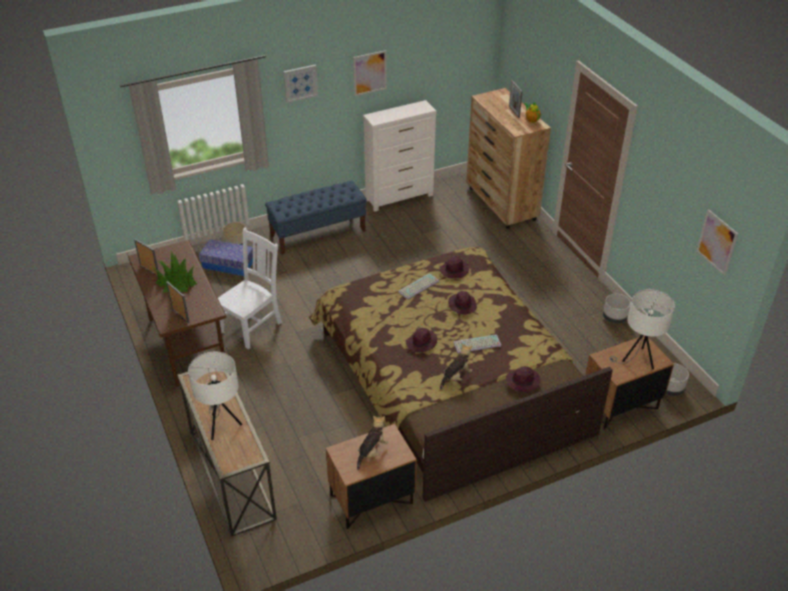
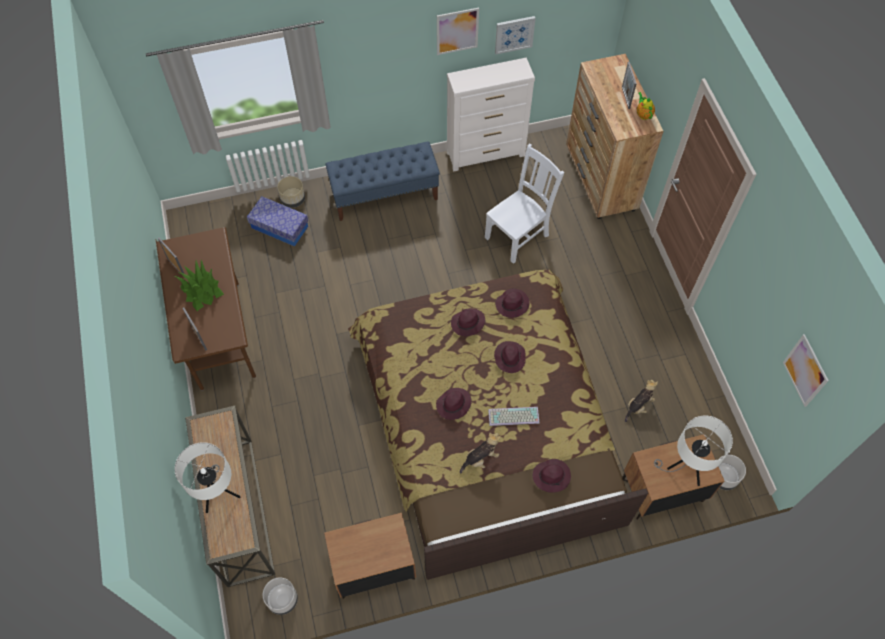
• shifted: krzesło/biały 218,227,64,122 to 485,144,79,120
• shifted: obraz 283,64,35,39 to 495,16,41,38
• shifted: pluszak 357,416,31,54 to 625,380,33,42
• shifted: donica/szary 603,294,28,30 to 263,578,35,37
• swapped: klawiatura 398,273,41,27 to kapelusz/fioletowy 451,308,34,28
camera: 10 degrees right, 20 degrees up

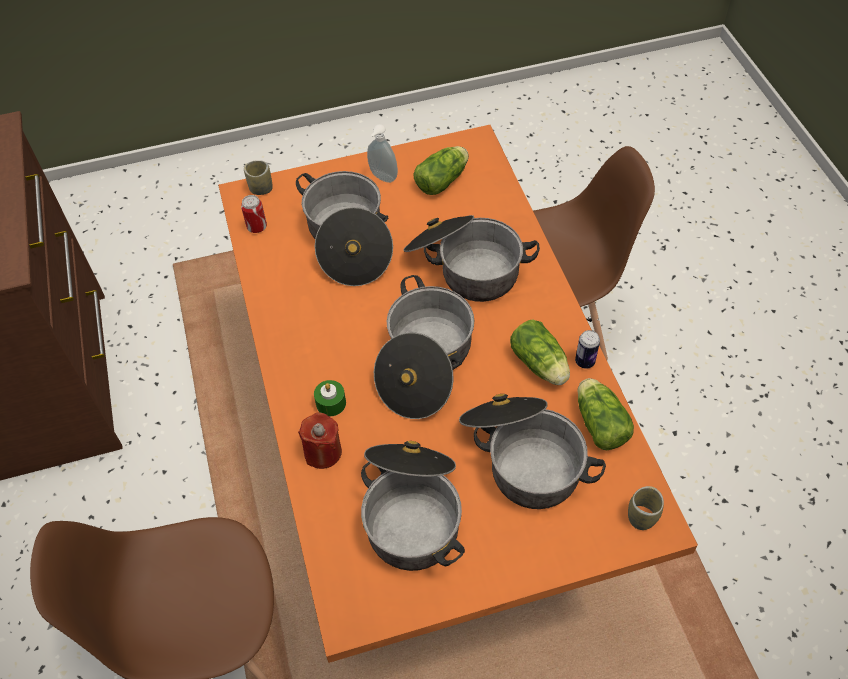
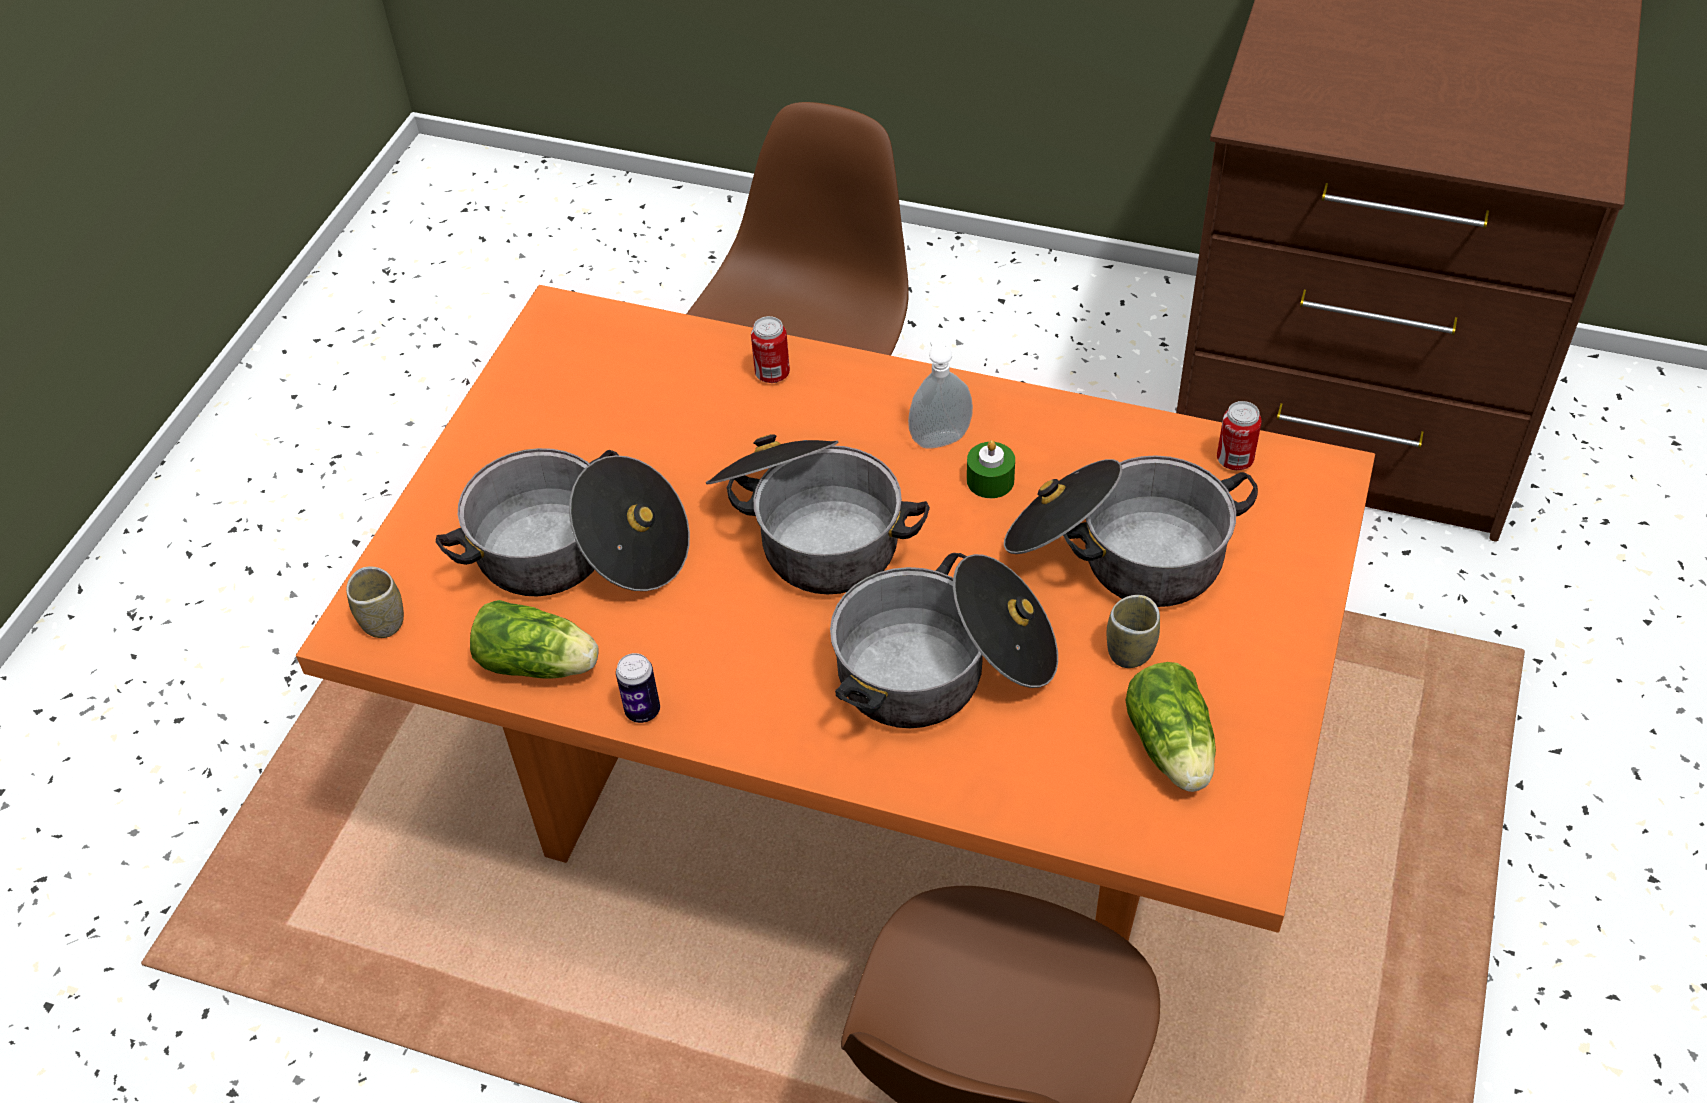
• gone: garnek 361,441,104,130
• gone: sałata 510,320,60,65
• shifted: filiżanka 244,160,29,35 to 1107,595,53,73
• shifted: świeca/zielony 314,380,32,36 to 967,440,48,58
• shifted: dozownik mydła 367,124,31,59 to 908,338,65,111
• swapped: świeca/czerwony 298,412,44,57 to puszka 751,316,39,67
camera: 125 degrees right, 5 degrees down

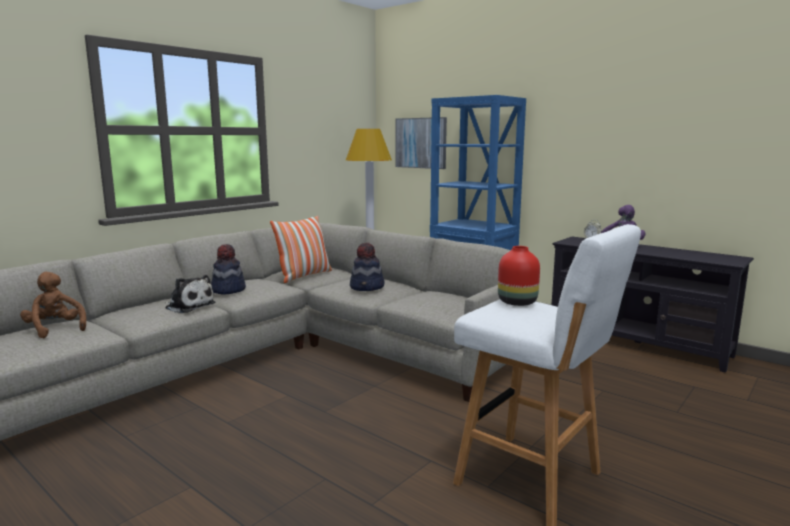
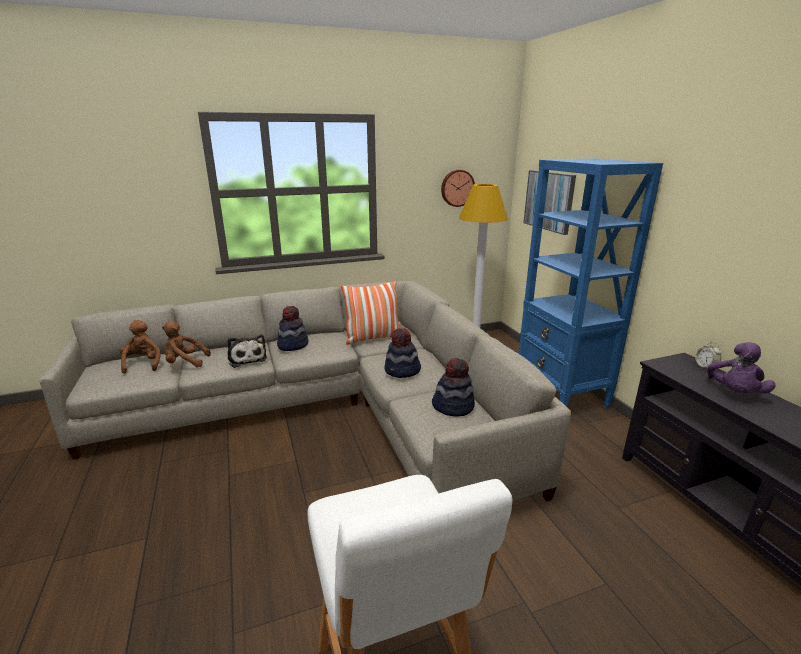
• gone: wazon/czerwony 498,246,42,60
• new: pluszak/brązowy 162,322,49,45
• new: kapelusz 432,358,43,58
• new: zegar ścienny 441,170,34,37
camera: 30 degrees right, 10 degrees up

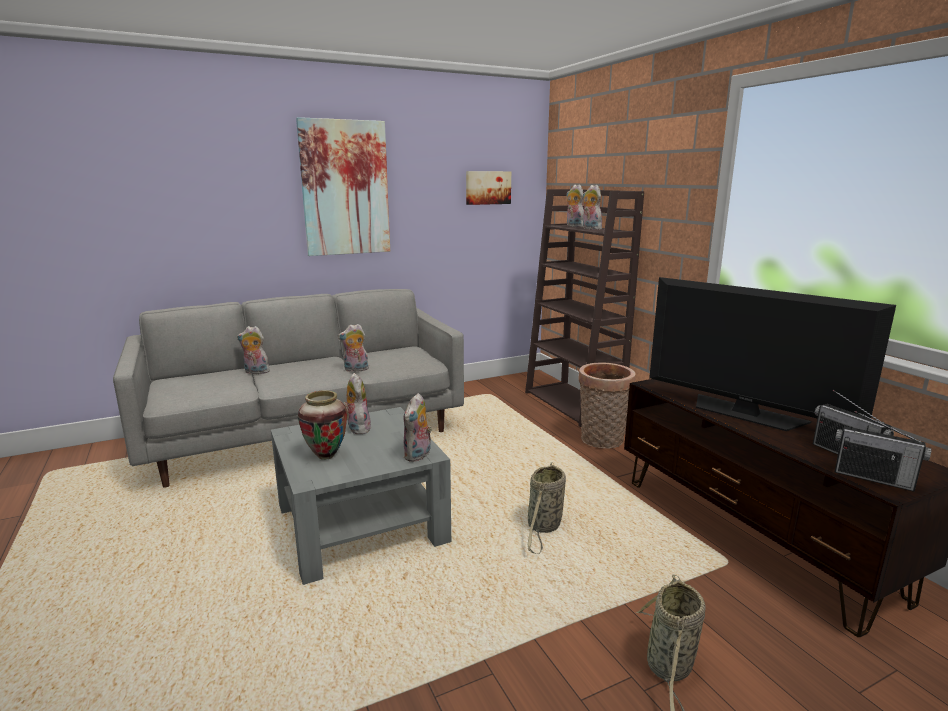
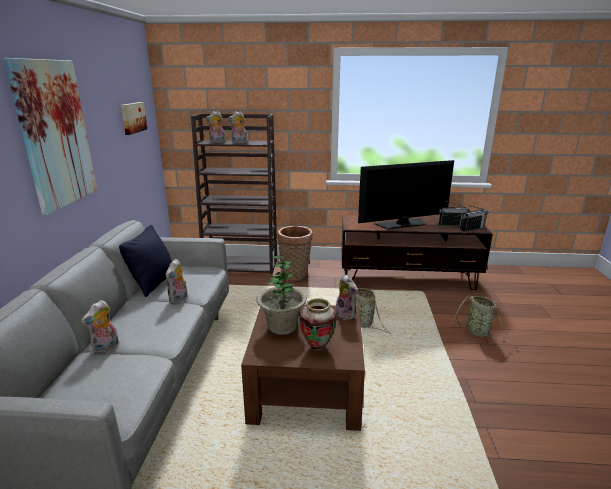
• new: poduszka/czarny 119,225,53,72
• swapped: pluszak 344,373,27,61 to roślina doniczkowa 257,256,50,79
• repainted: ława/szary 271,407,180,178 to ława/brązowy 241,304,124,127
camera: 60 degrees left, 5 degrees up

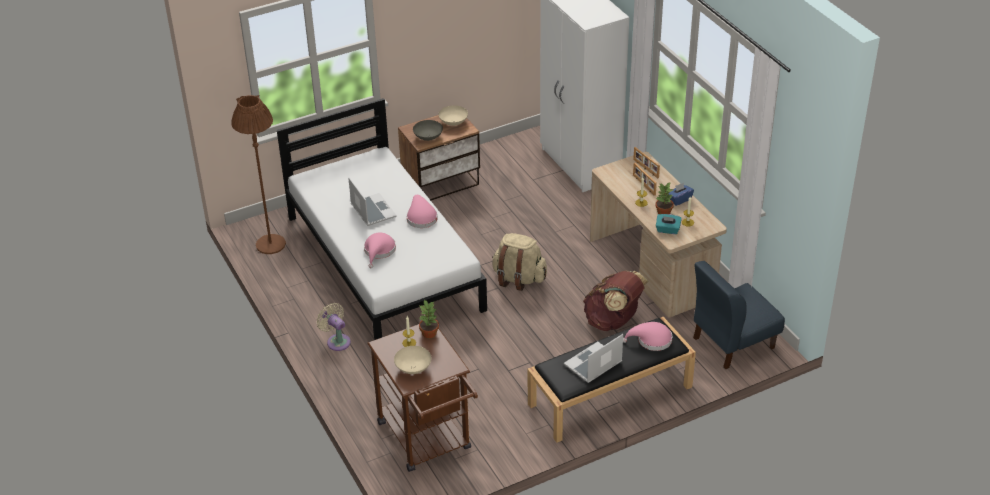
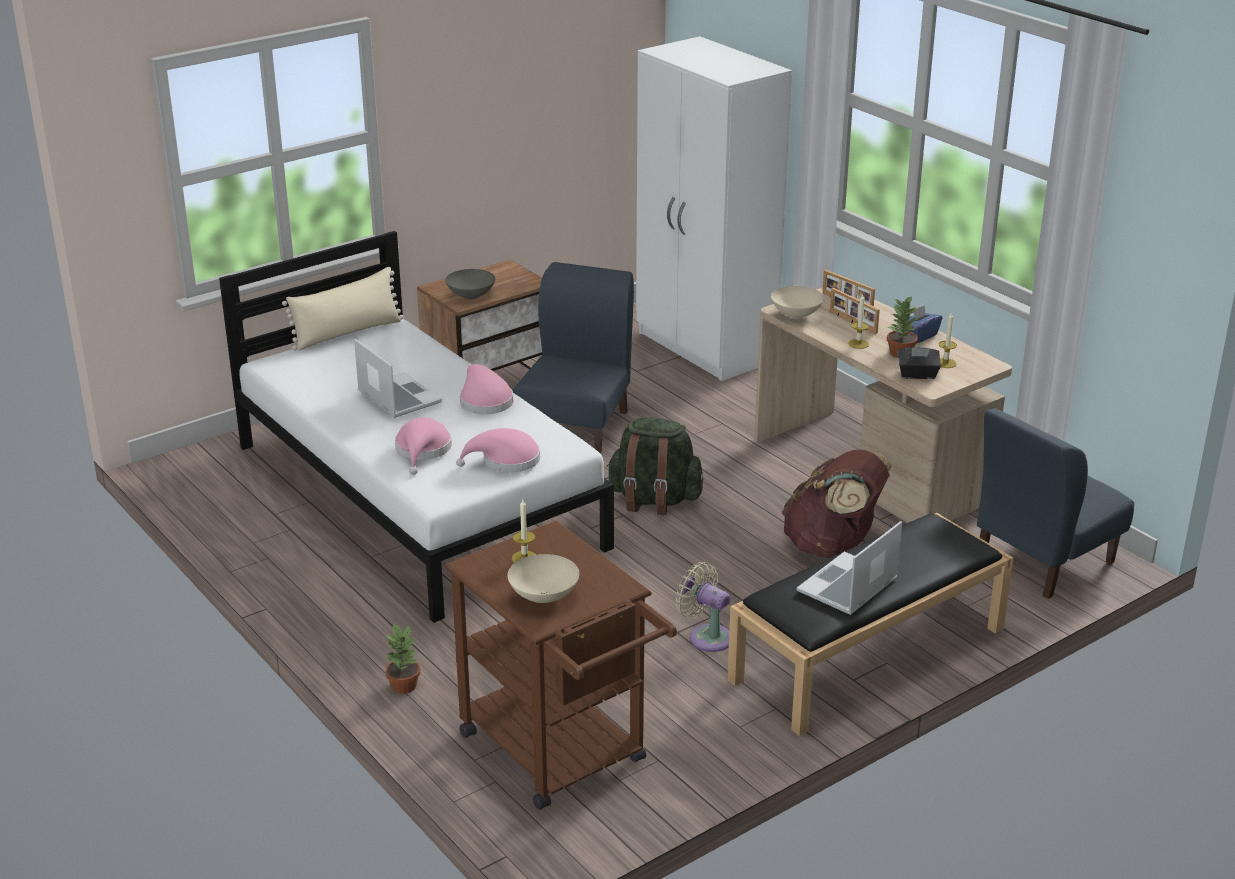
• gone: lampa stojąca/brązowy 231,95,55,159
• new: poduszka/beżowy 282,267,122,84
• new: krzesło/niebieski 513,262,121,191
• shifted: wentylator/beżowy 316,303,35,48 to 676,562,54,90
• shifted: roślina doniczkowa 419,300,20,38 to 384,623,37,71
• shifted: miska/beżowy 438,105,30,21 to 771,286,53,33
• shifted: kapelusz/różowy 623,322,49,29 to 456,428,84,44
• repainted: plecak/beżowy 492,233,55,58 to plecak/zielony 606,418,97,97
• repainted: pudełko chusteczek/turkusowy 656,214,26,20 to pudełko chusteczek/czarny 898,347,43,32
camera: 10 degrees left, 10 degrees down

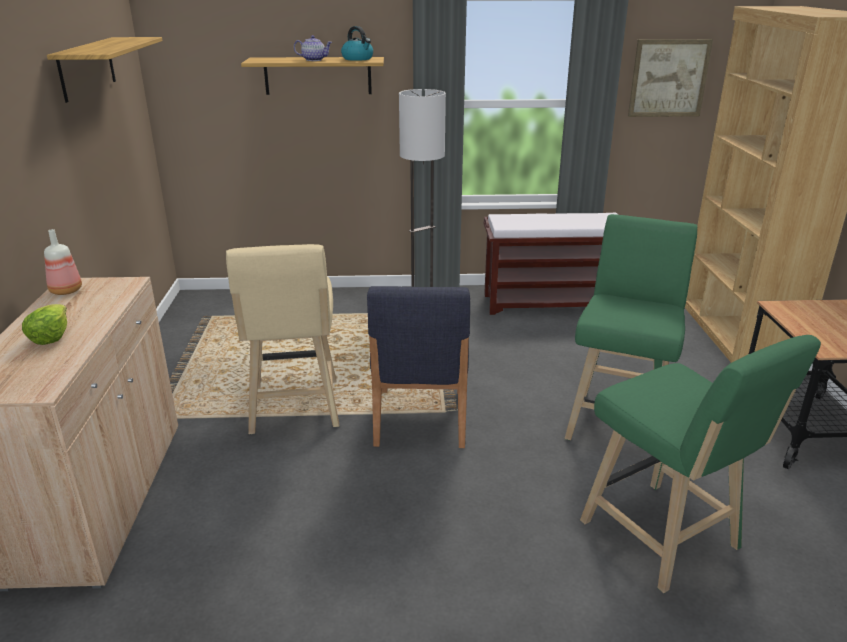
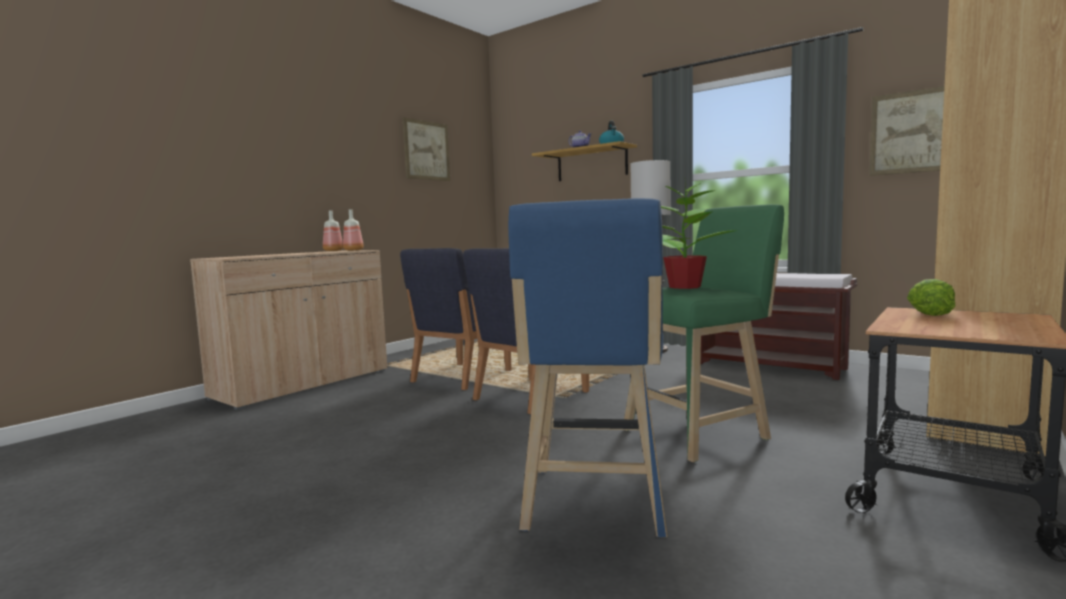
• new: butelka 343,209,21,42
• new: roślina doniczkowa 661,177,76,112
• shifted: sałata 22,304,45,41 to 907,279,49,37
• swapped: półka 47,37,115,66 to obraz 403,117,47,64
• swapped: stołek/beżowy 226,244,113,190 to krzesło/niebieski 400,248,112,142
• repainted: stołek/zielony 580,335,241,258 to stołek/niebieski 508,198,159,340
camera: 40 degrees right, 20 degrees down

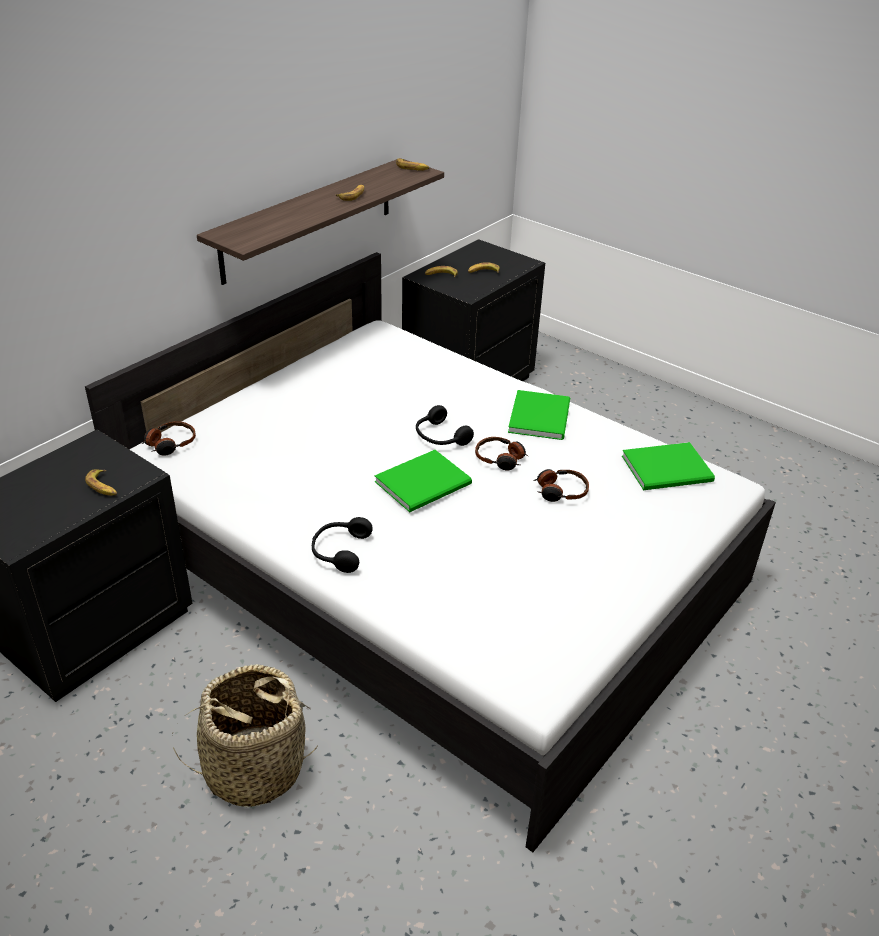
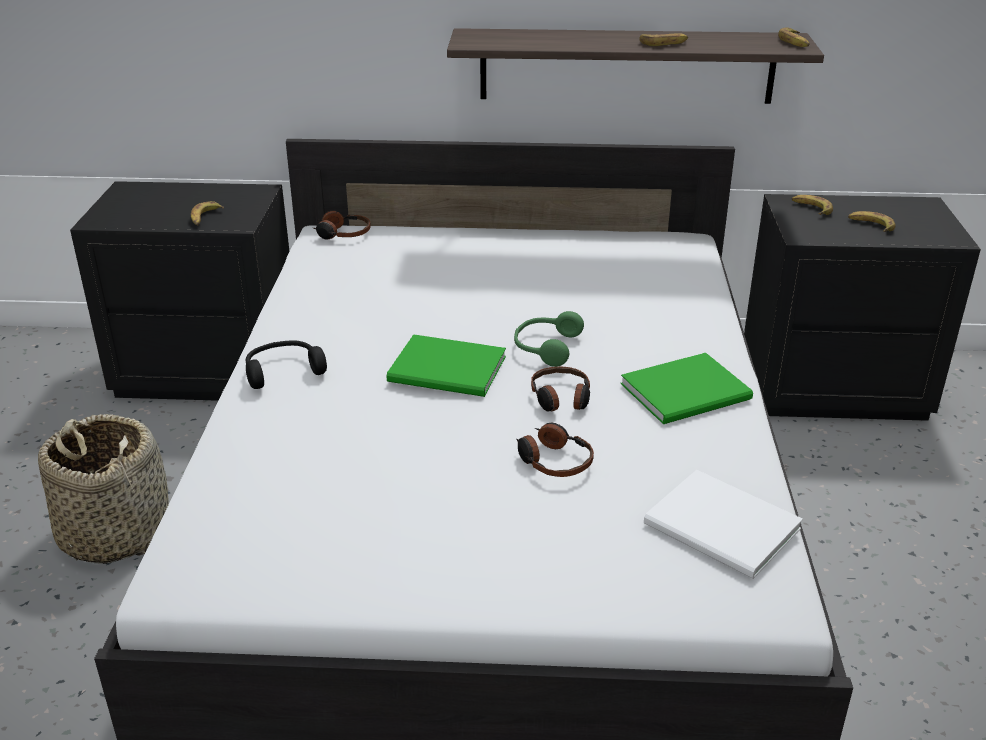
• repainted: słuchawki/czarny 416,405,58,41 to słuchawki/zielony 514,311,70,56
• repainted: książka/zielony 622,442,93,48 to książka/biały 644,470,159,109
camera: 55 degrees right, 5 degrees down

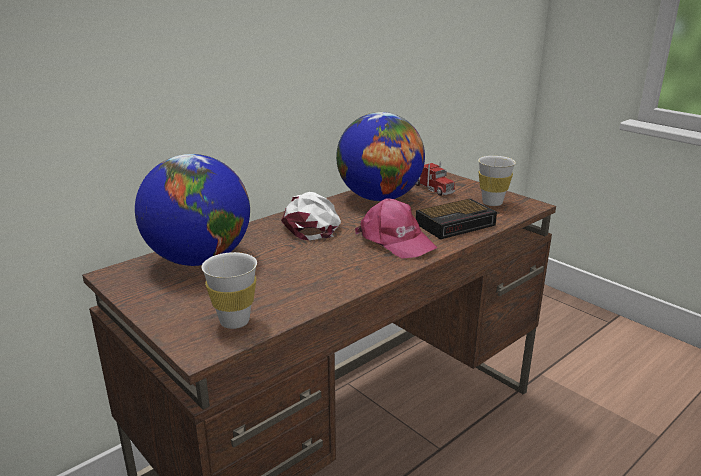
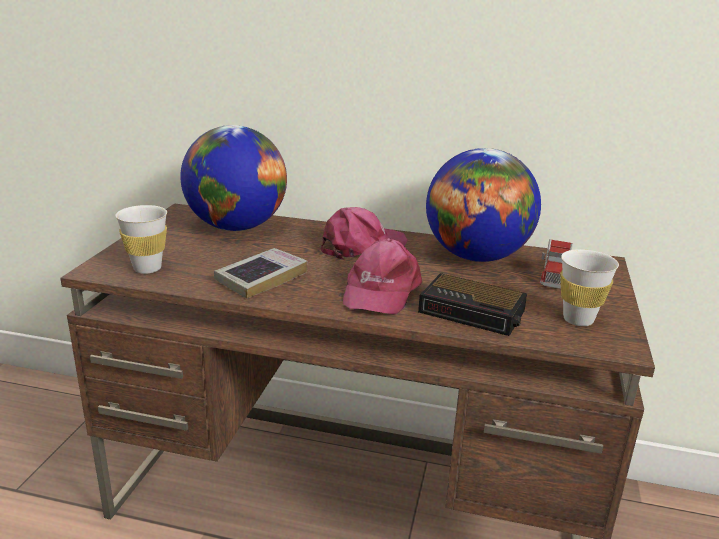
• new: książka 214,248,93,51
• repainted: czapka z daszkiem/biały 281,192,60,48 to czapka z daszkiem/różowy 321,207,87,53
camera: 55 degrees right, 0 degrees up

